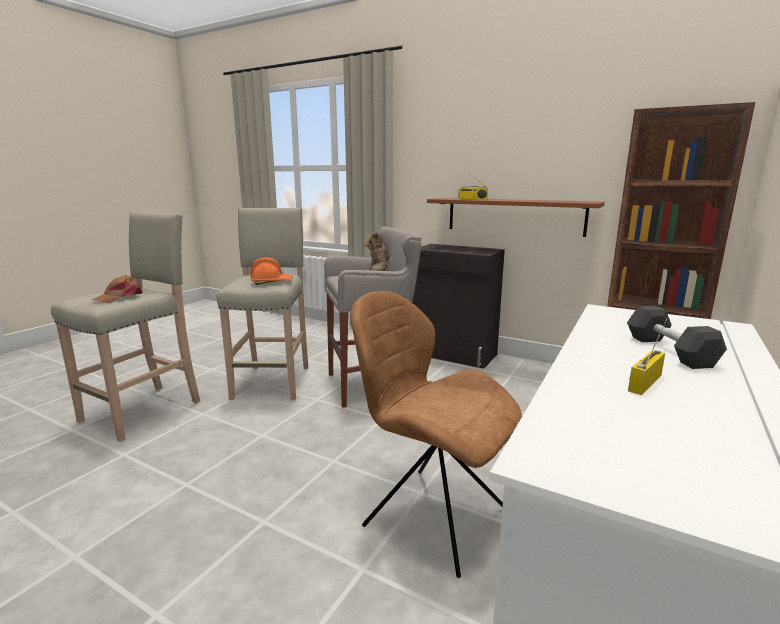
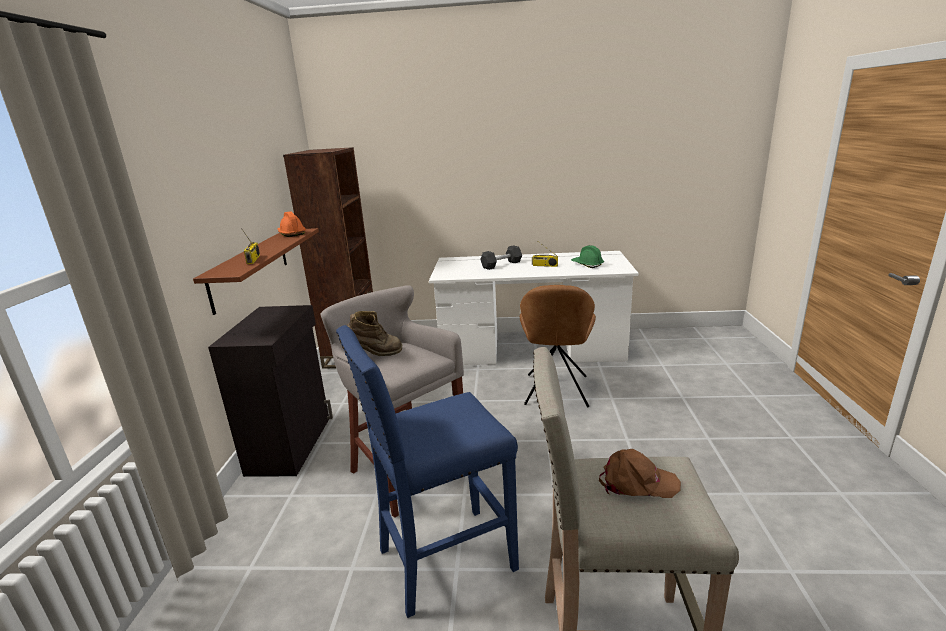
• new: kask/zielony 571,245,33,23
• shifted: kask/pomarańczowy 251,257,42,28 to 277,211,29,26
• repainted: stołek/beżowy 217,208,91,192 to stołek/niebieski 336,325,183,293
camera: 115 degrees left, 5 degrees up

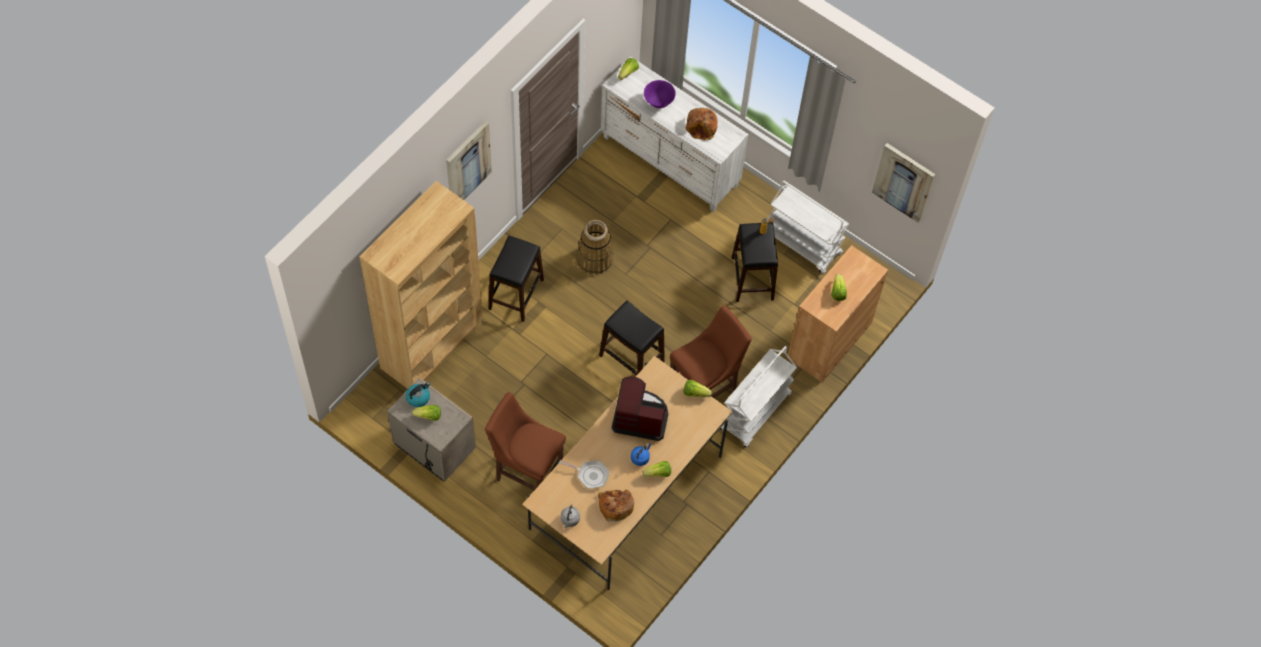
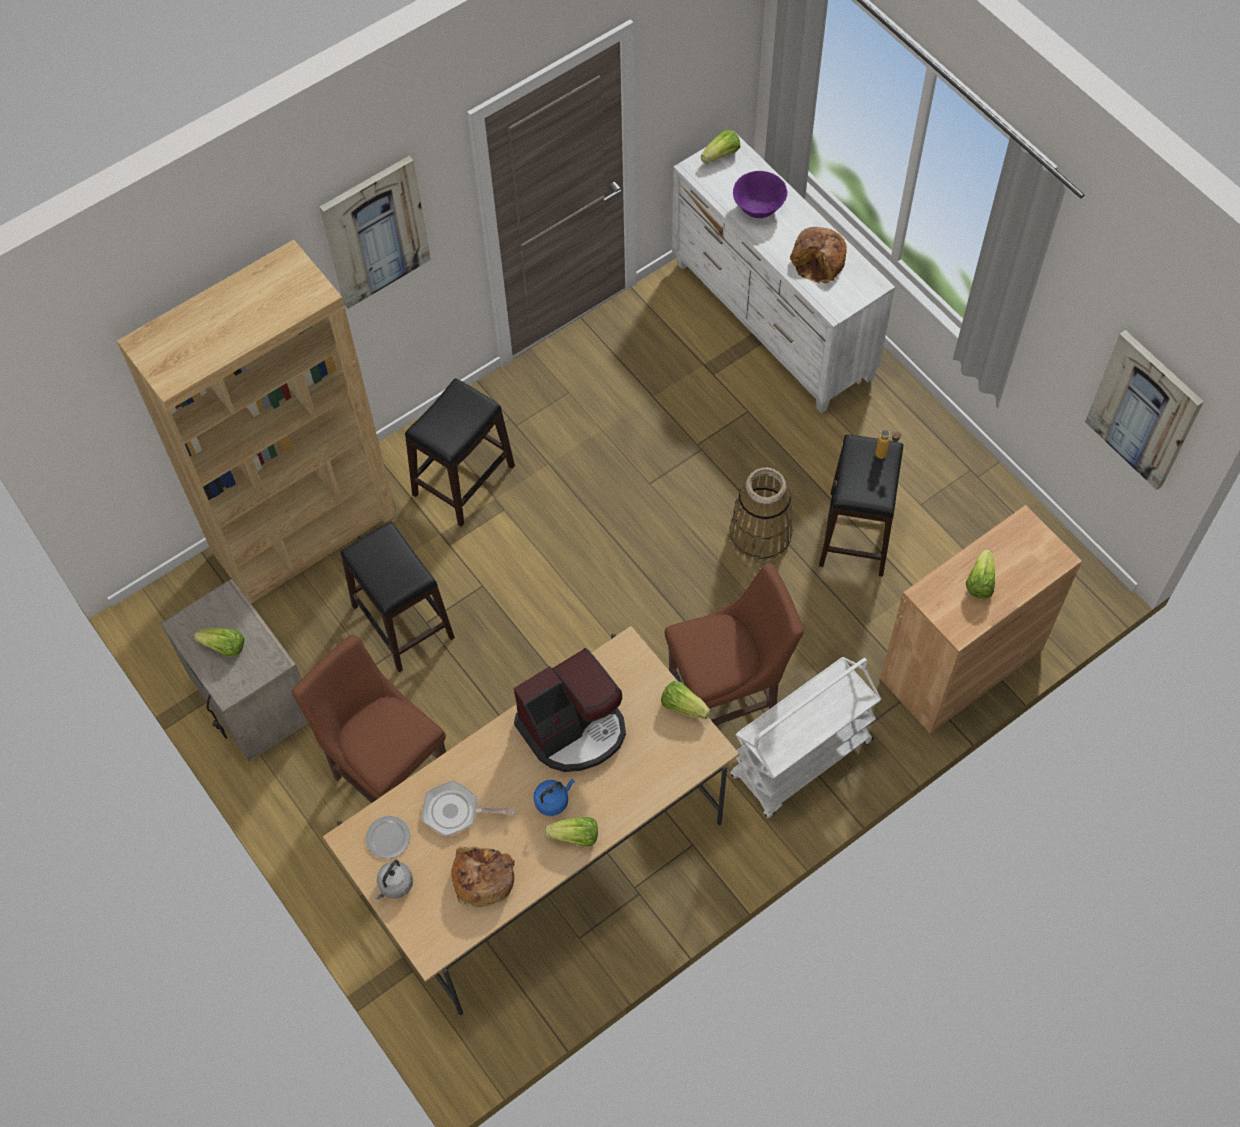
• gone: czajnik 406,382,24,25
• gone: wózek/biały 768,181,81,93
• new: talerz 366,816,44,43
• shifted: koszyk 577,220,36,55 to 730,468,63,93
• shifted: stołek/czarny 599,301,66,75 to 340,522,115,150
• rotated: patelnia 559,460,51,28 = 422,781,93,55 150 degrees clockwise
• rotated: ekspres do kawy 612,376,56,65 = 514,648,112,124 120 degrees clockwise
camera: 20 degrees right, 0 degrees up

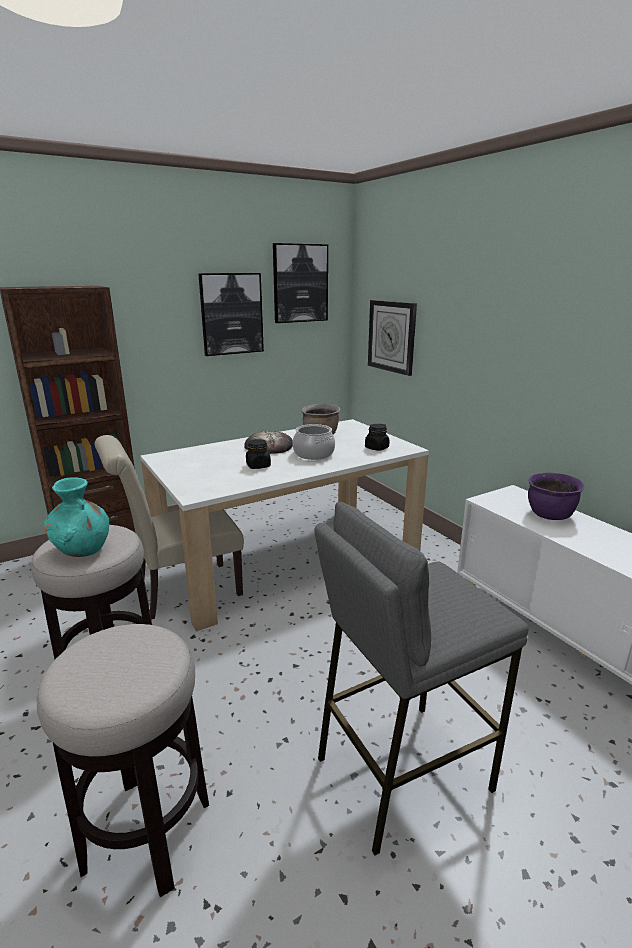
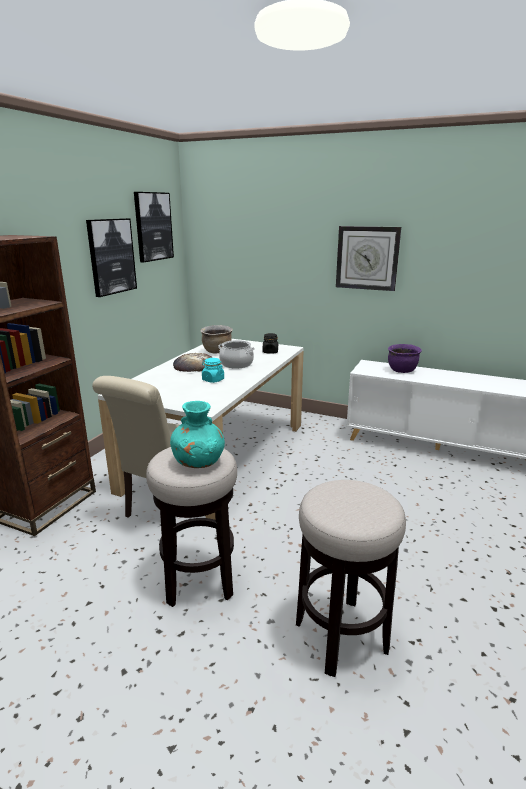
• gone: stołek/szary 314,502,214,353
• shifted: zegar ścienny 368,300,49,76 to 336,226,65,65
• repainted: słoik/czarny 246,439,25,30 to słoik/turkusowy 202,358,22,25
camera: 35 degrees left, 0 degrees up

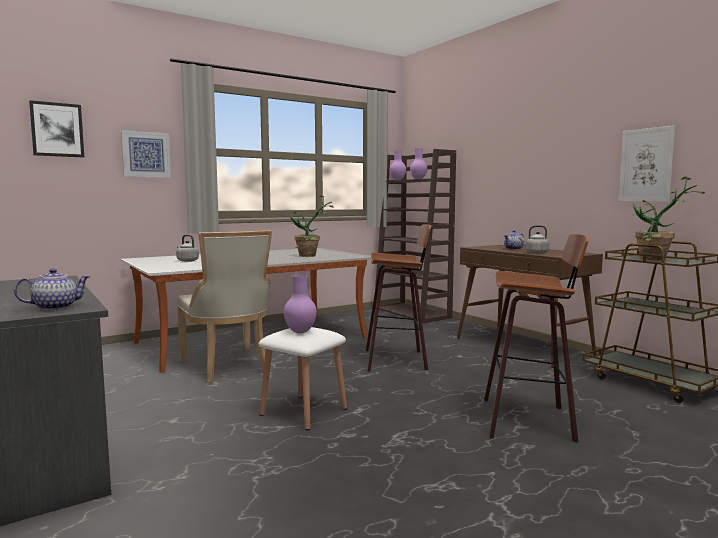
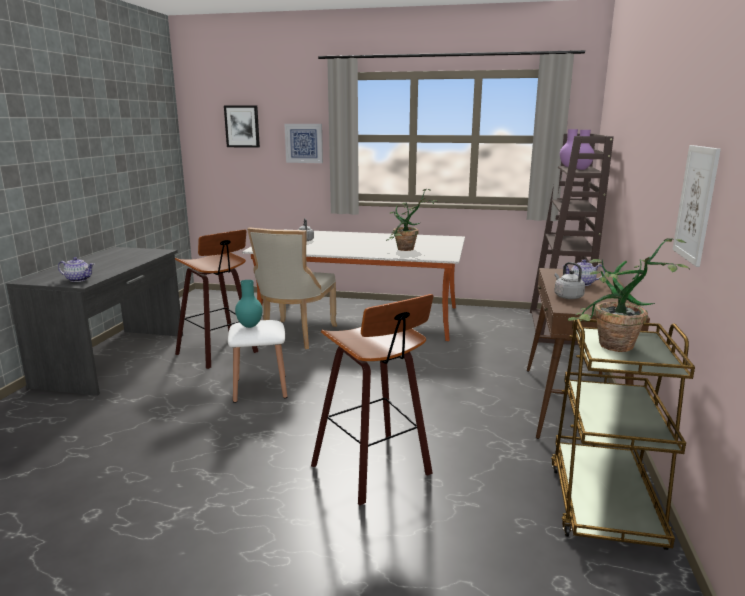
• shifted: stołek 366,225,65,147 to 175,230,83,139
• repainted: wazon/fioletowy 284,275,33,59 to wazon/turkusowy 235,280,28,48
camera: 45 degrees right, 10 degrees up

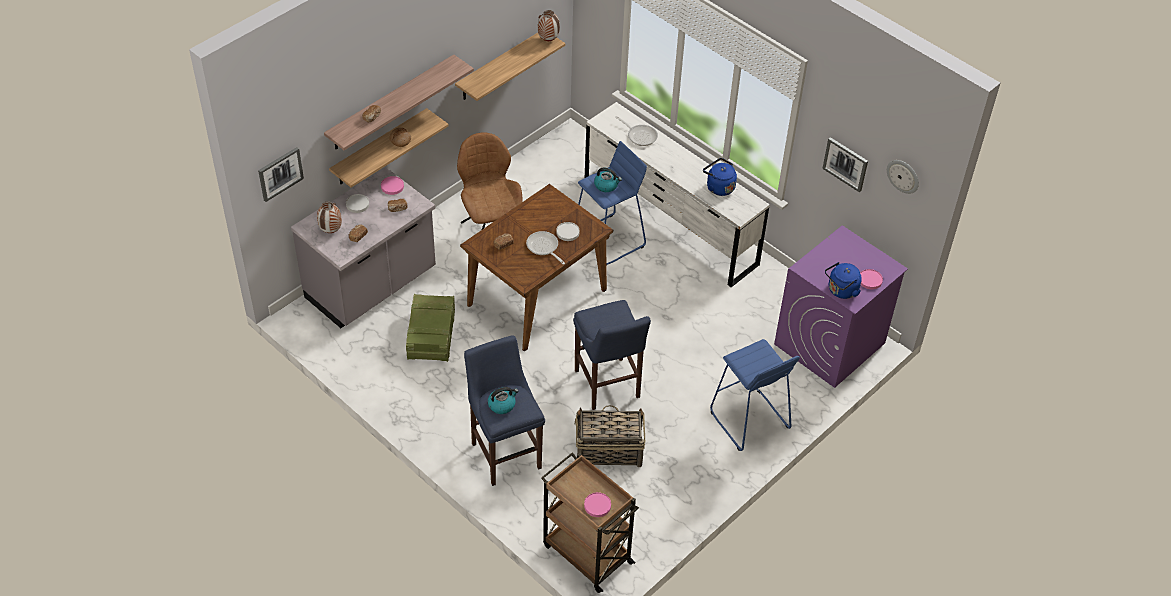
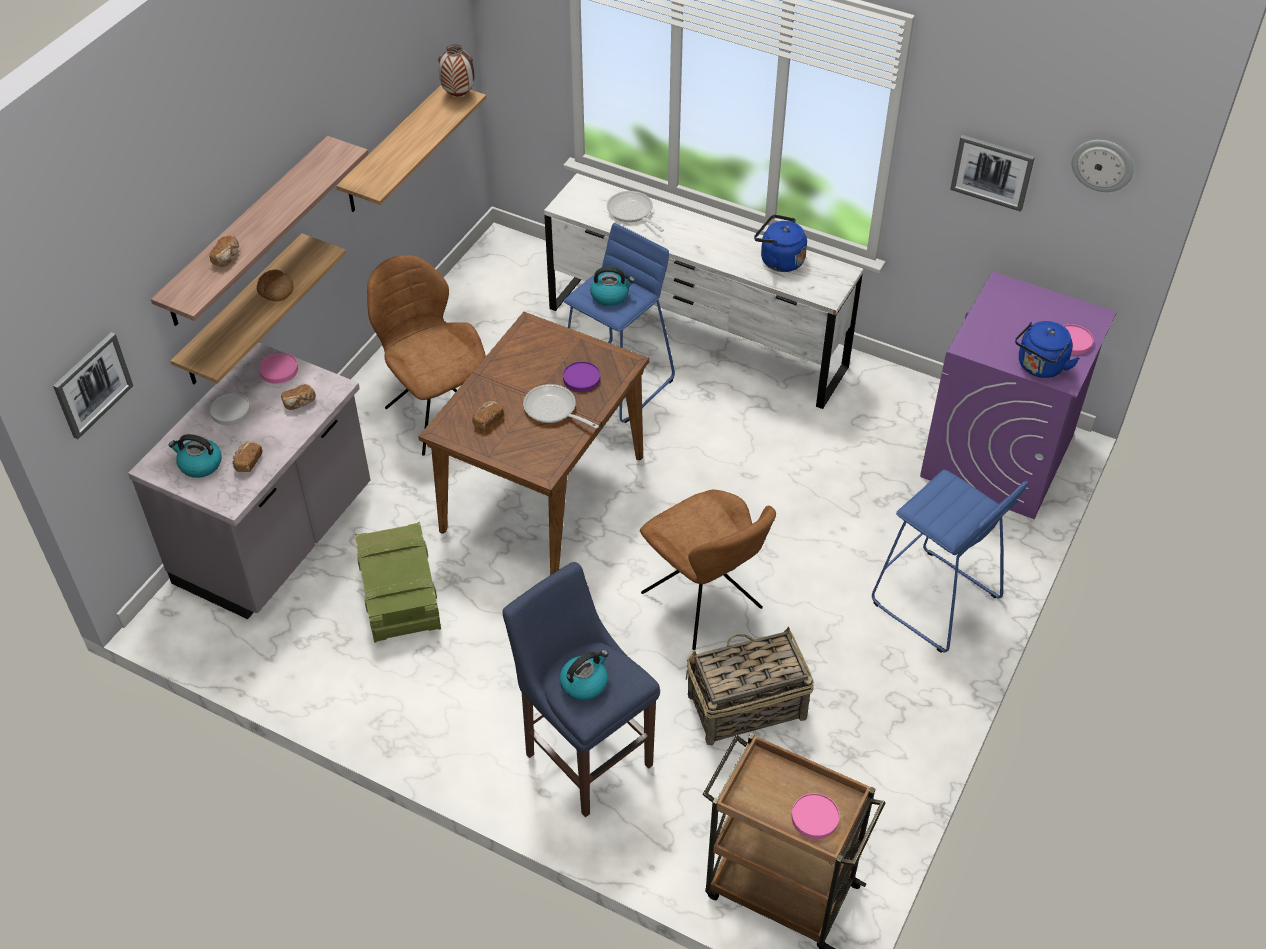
• swapped: wazon 317,201,25,32 to czajnik 169,434,52,44
• swapped: stołek/niebieski 573,300,78,110 to krzesło/brązowy 640,490,136,160
• repainted: talerz/biały 556,222,23,19 to talerz/fioletowy 563,361,37,31
• rotated: patelnia 615,116,43,30 = 607,191,57,41 150 degrees counterclockwise
camera: 15 degrees left, 0 degrees up

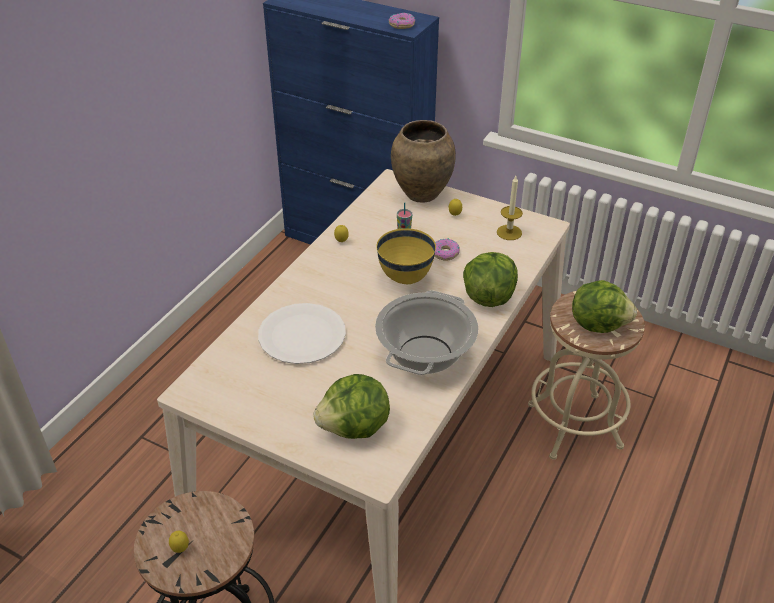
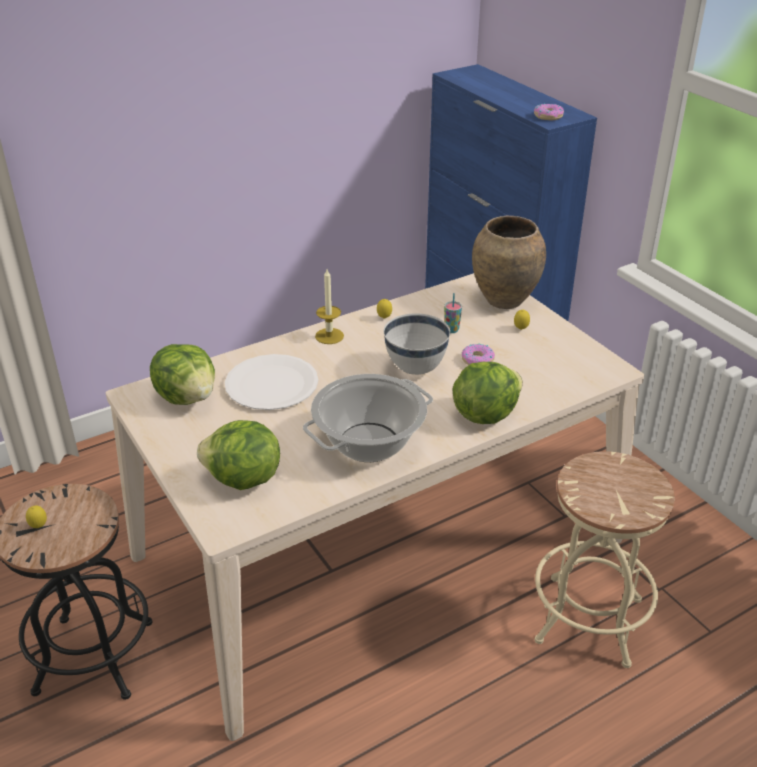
• shifted: świeca 497,176,26,64 to 315,269,29,75
• shifted: sałata 572,280,65,53 to 150,344,65,61
• repainted: miska/żółty 376,228,60,56 to miska/biały 384,313,66,62
camera: 30 degrees right, 5 degrees down

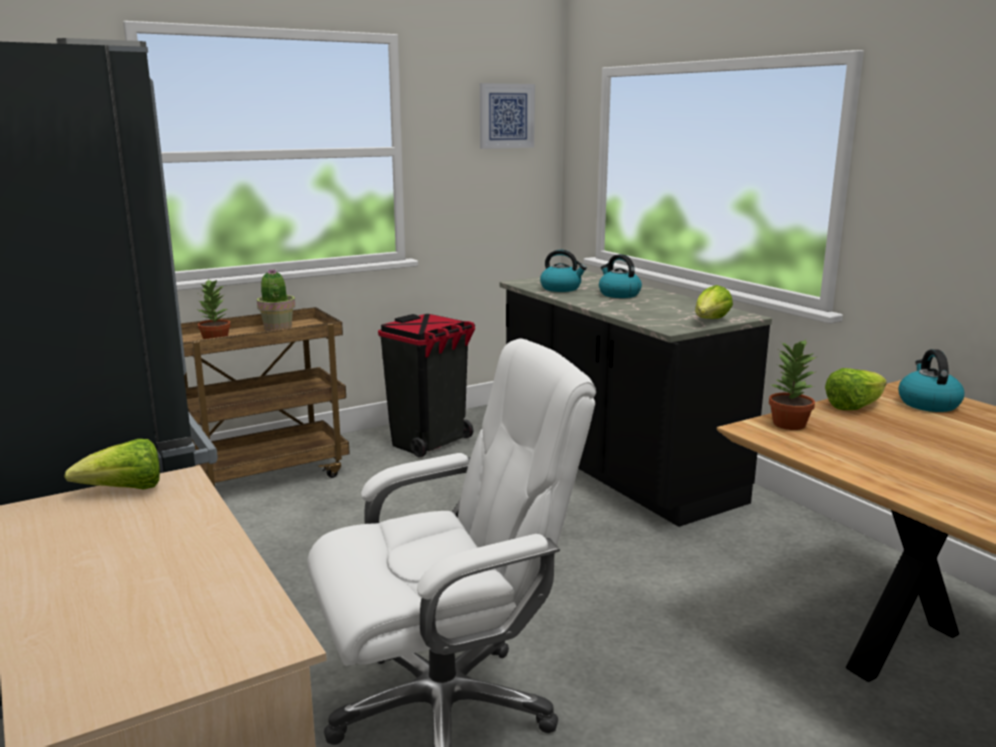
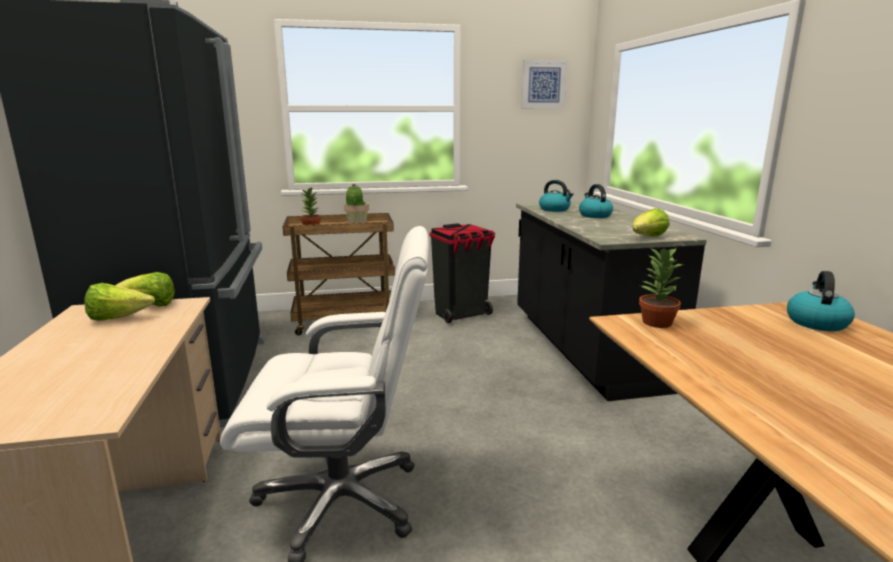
• shifted: sałata 825,368,62,42 to 84,283,71,38
camera: 20 degrees right, 0 degrees up

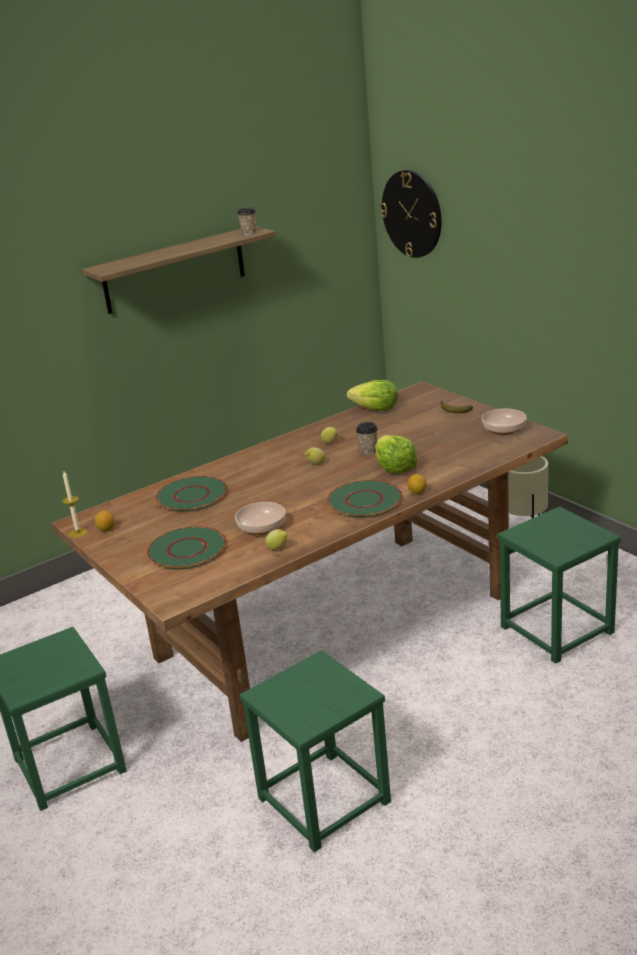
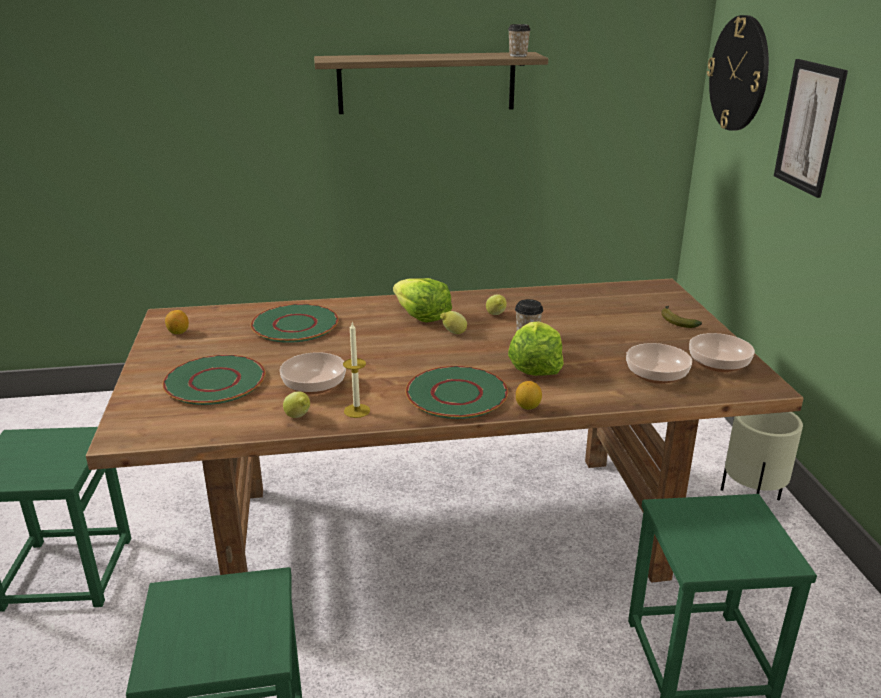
• new: miska 626,343,66,41
• new: obraz 774,59,74,139
• shifted: świeca 62,471,26,67 to 343,322,27,96
• shifted: sałata 347,380,51,31 to 393,278,59,45
camera: 25 degrees right, 0 degrees up

